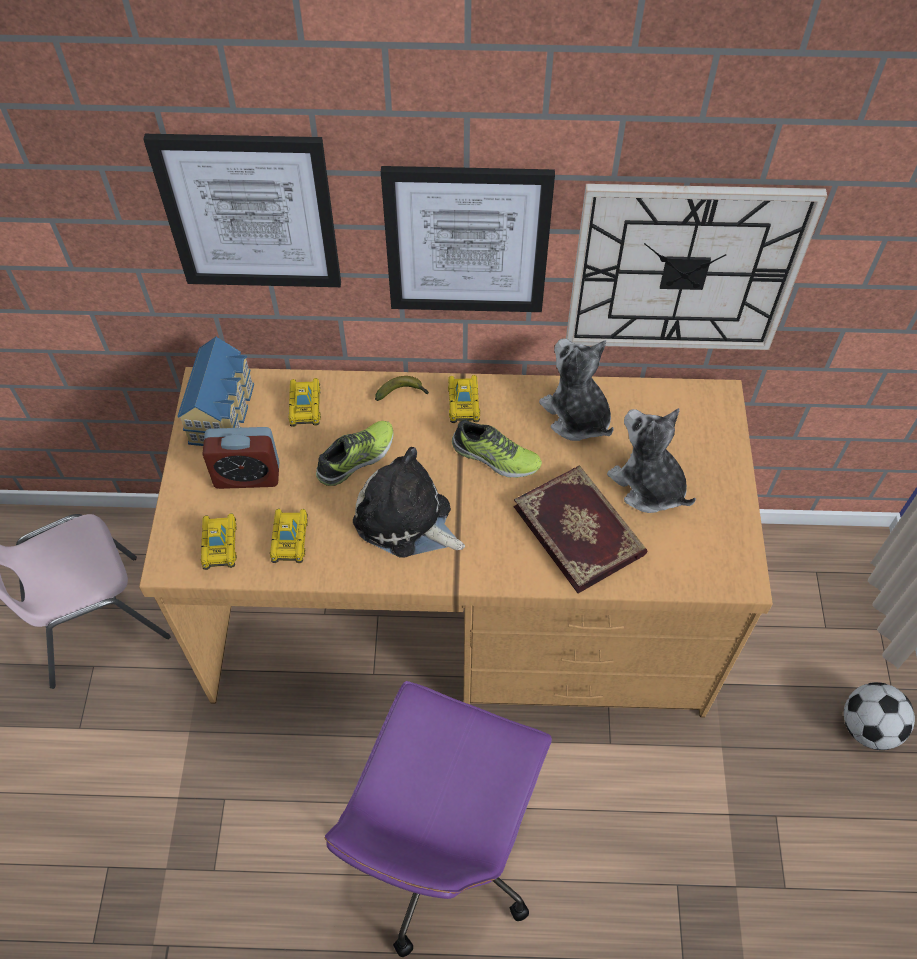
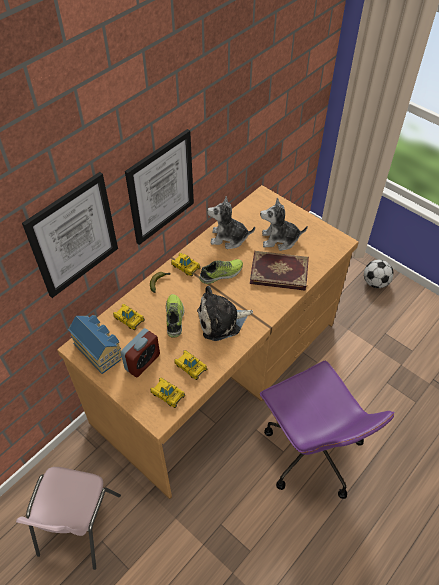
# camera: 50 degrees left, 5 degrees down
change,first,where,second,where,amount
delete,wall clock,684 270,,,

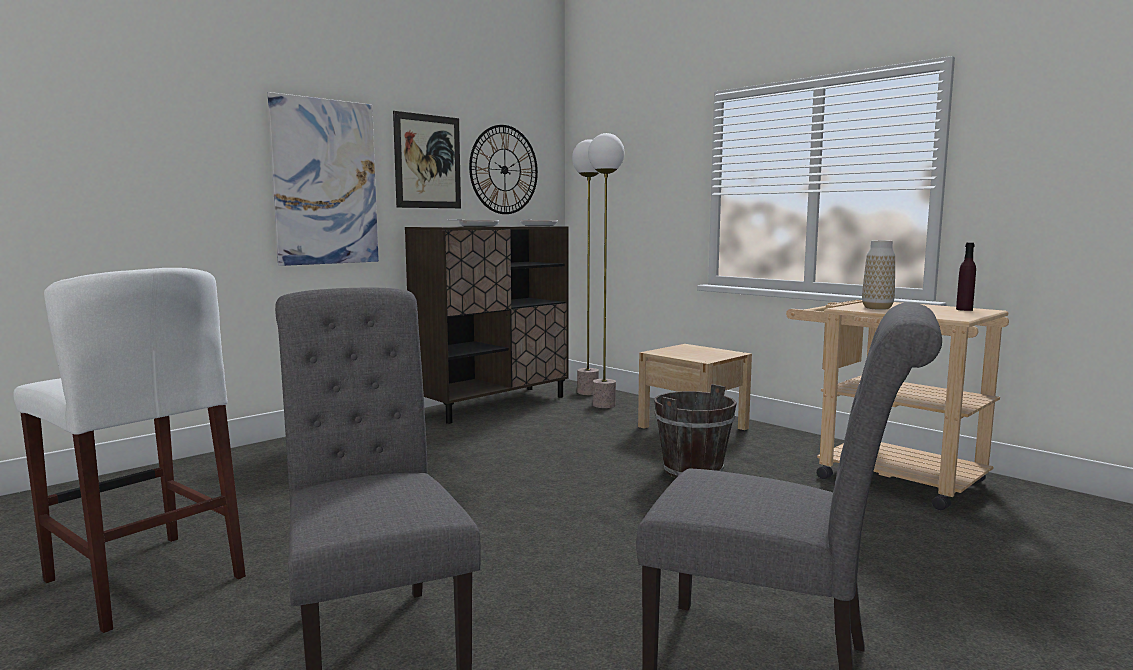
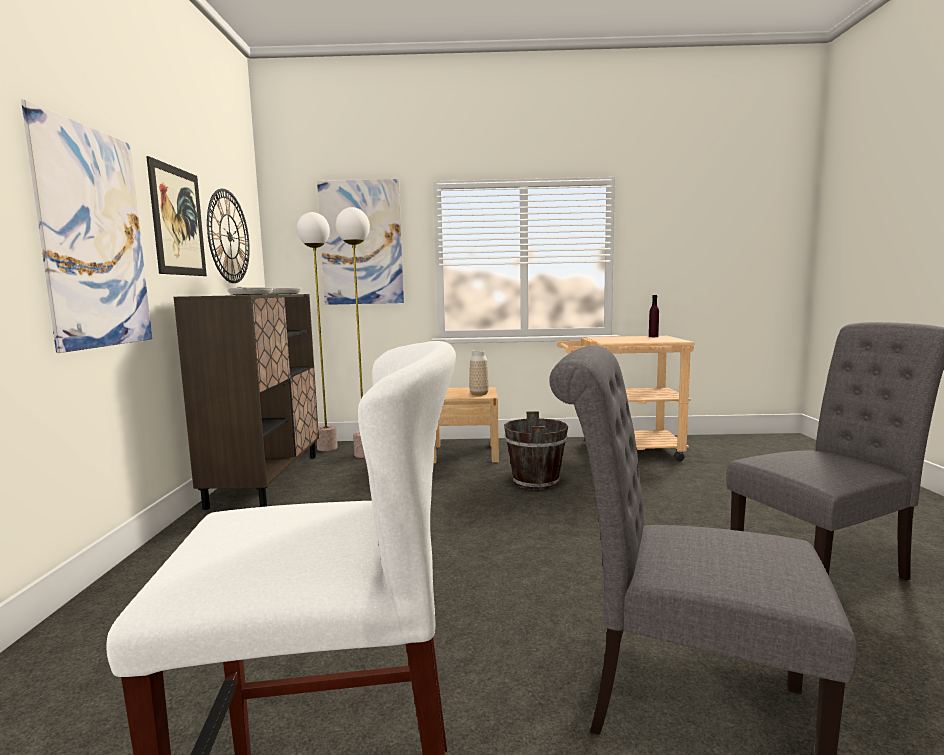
# camera: 45 degrees left, 0 degrees up
change,first,where,second,where,amount
move,vase,877 308,,479 394,
insert,,,picture,361 243,

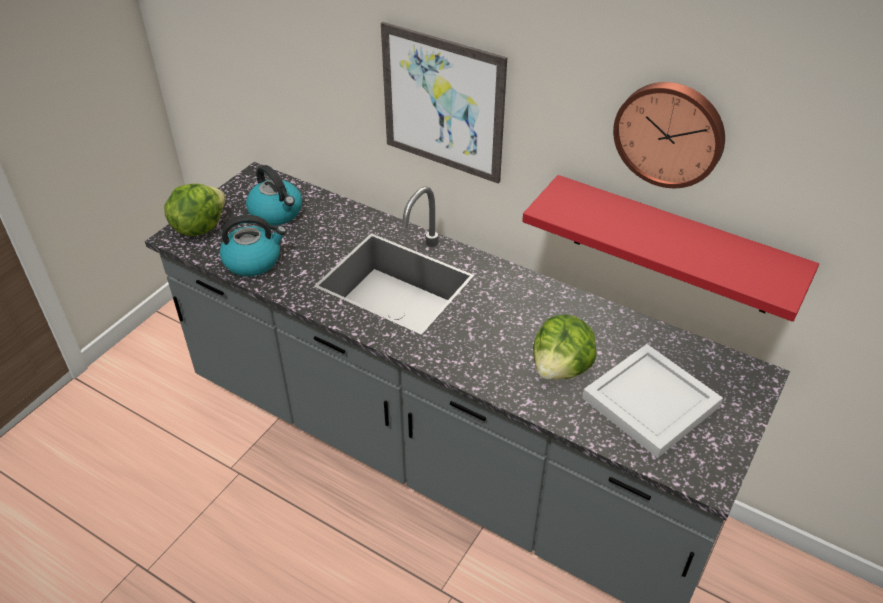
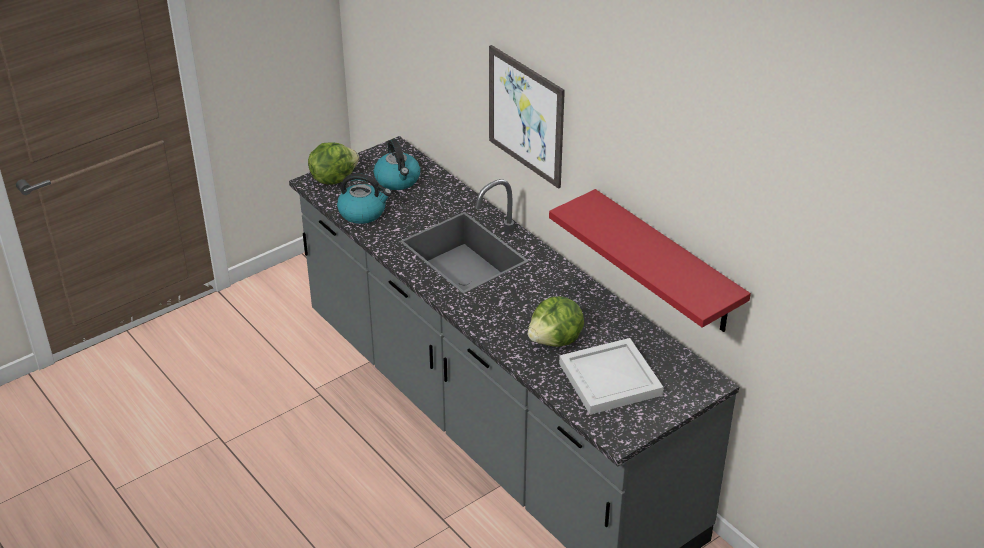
# camera: 20 degrees right, 5 degrees down
change,first,where,second,where,amount
delete,wall clock,670 133,,,

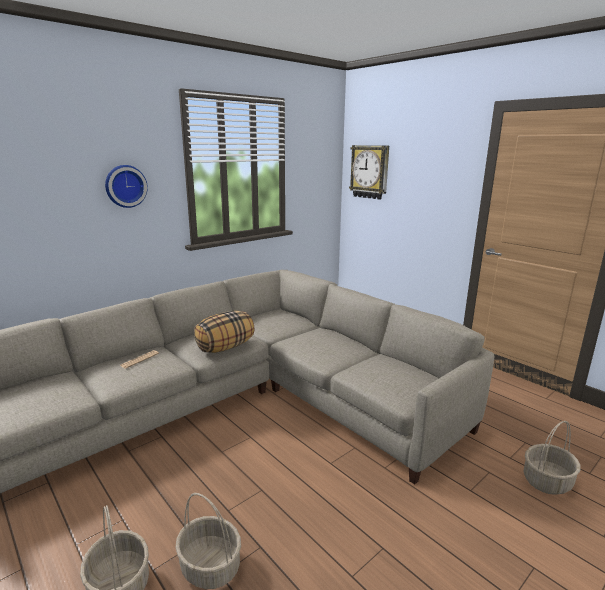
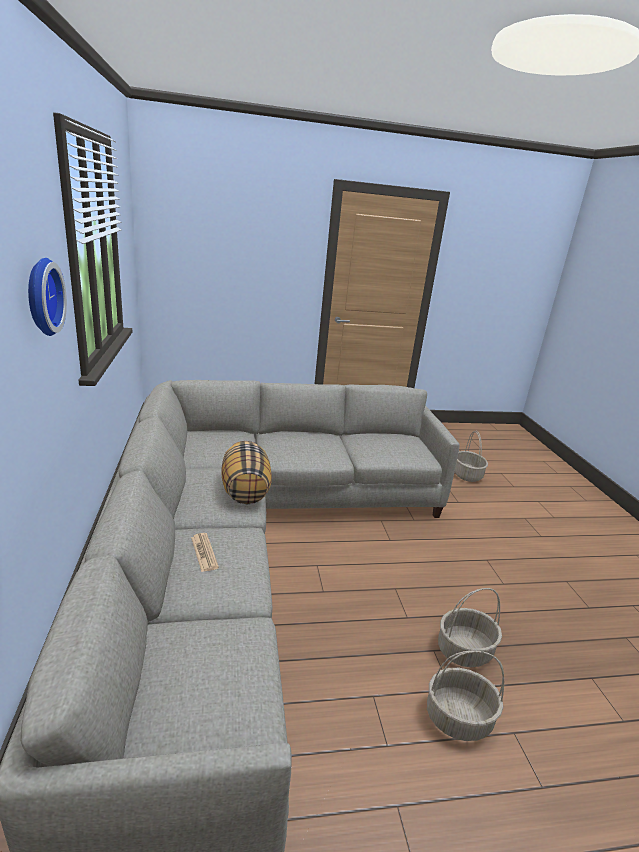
# camera: 60 degrees left, 5 degrees up
change,first,where,second,where,amount
delete,wall clock,370 172,,,

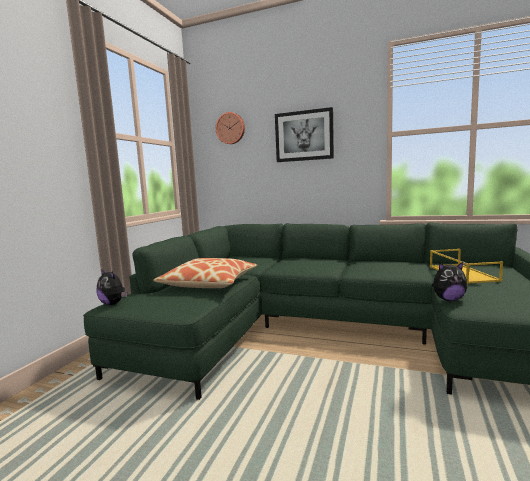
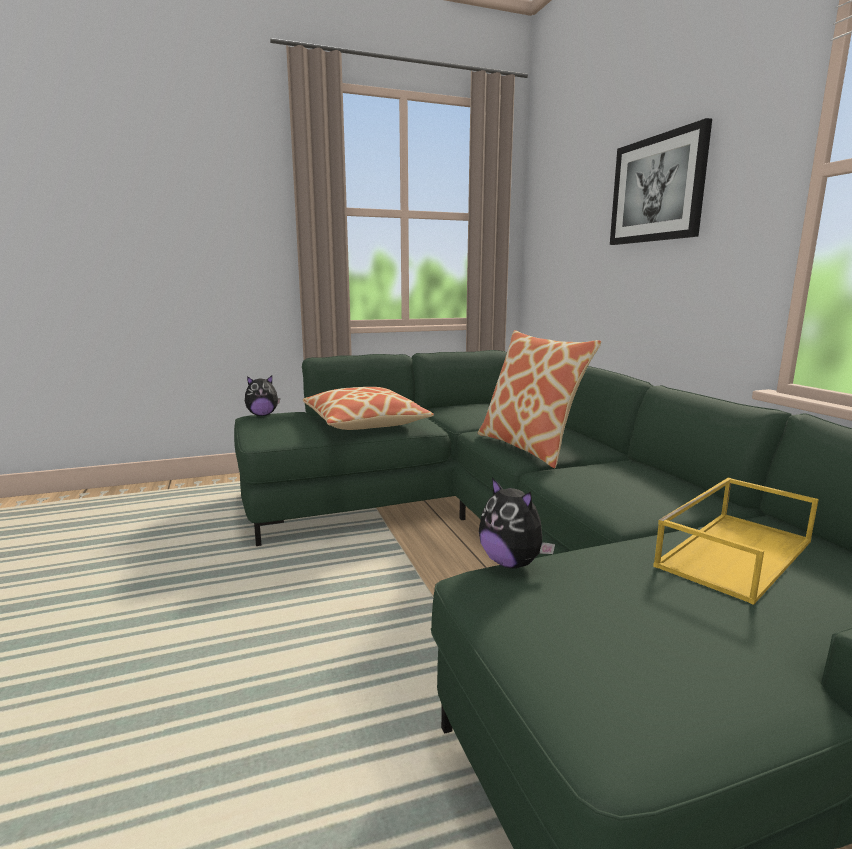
# camera: 50 degrees right, 5 degrees up
change,first,where,second,where,amount
rotate,plush toy,113 304,,262 415,105 degrees counterclockwise
delete,wall clock,230 128,,,
insert,,,pillow,529 447,

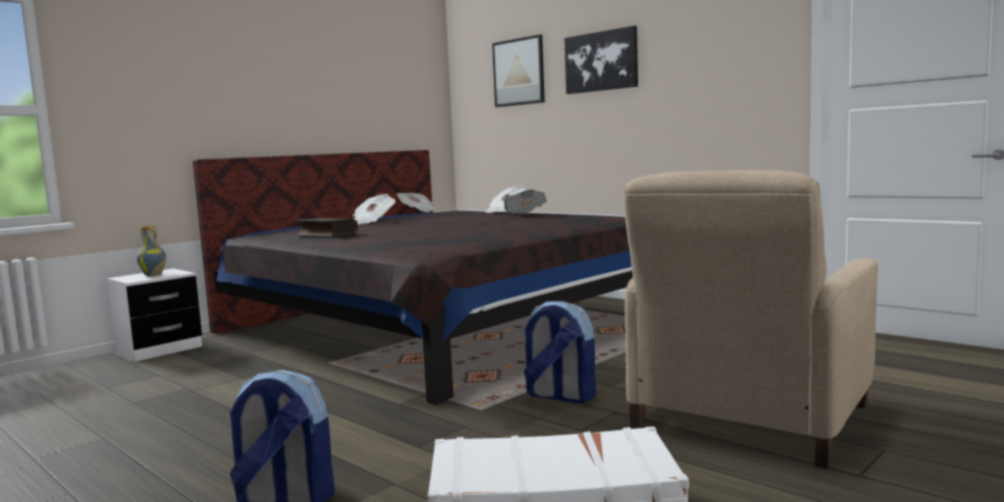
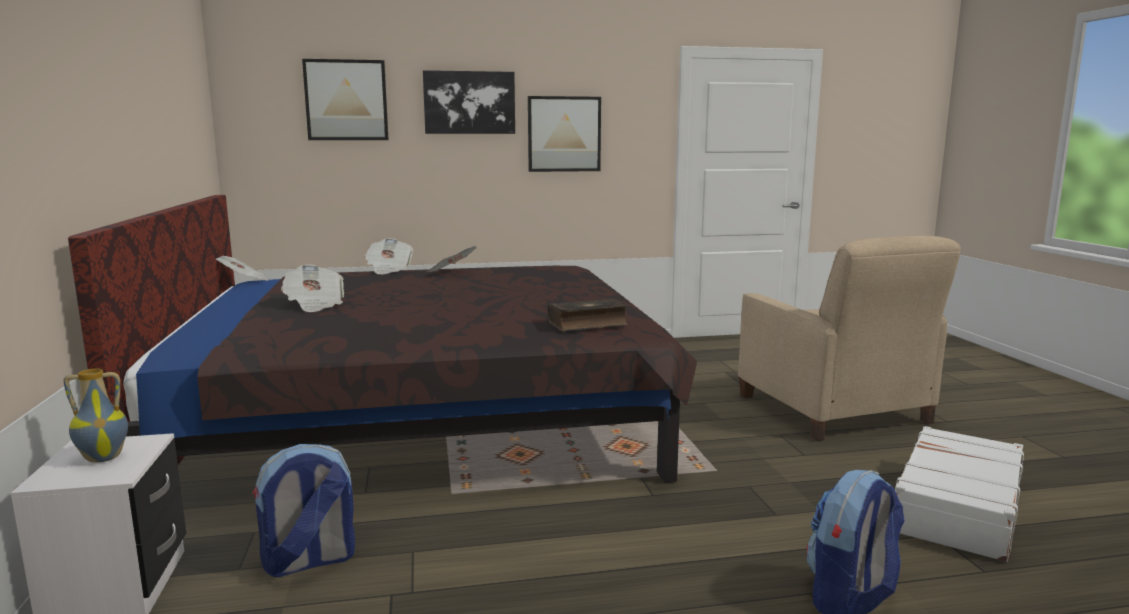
# camera: 55 degrees left, 5 degrees up
change,first,where,second,where,amount
move,book,326 235,,588 324,
move,backpack,559 396,,309 561,
insert,,,picture,564 134,

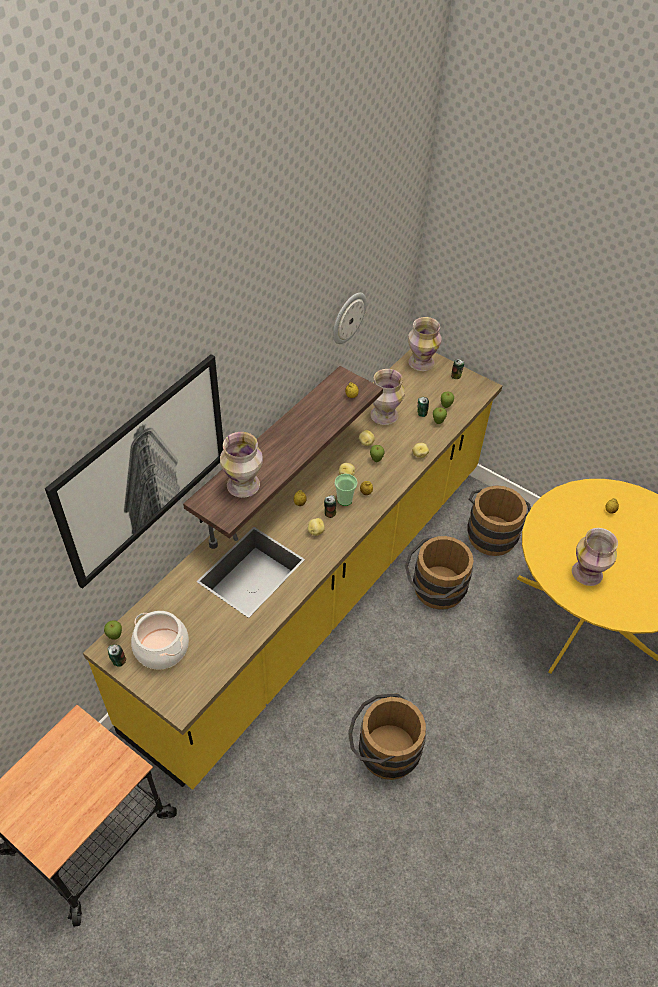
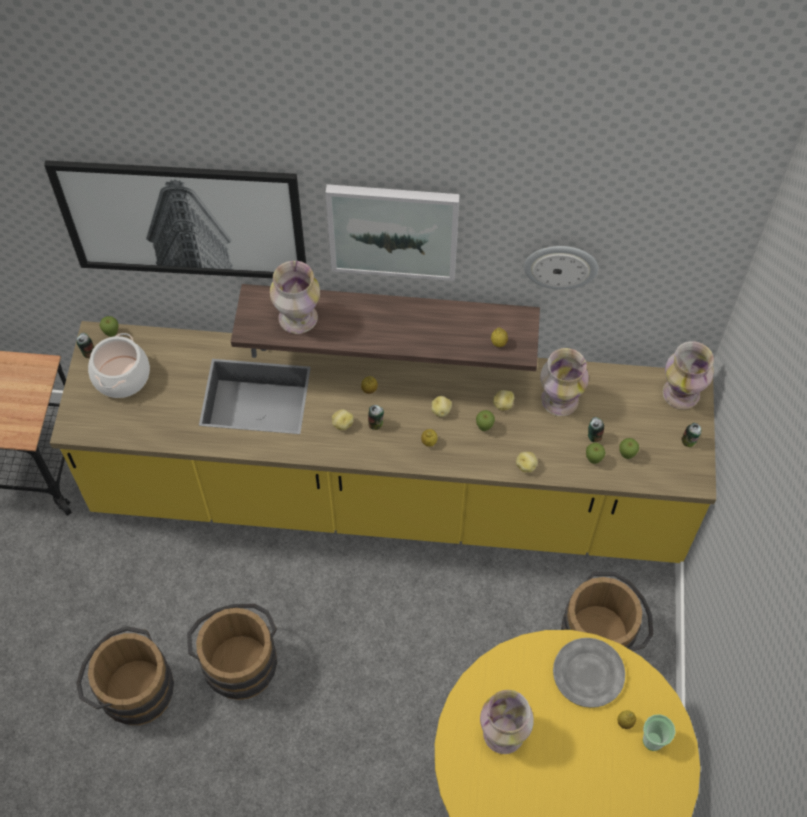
# camera: 60 degrees right, 10 degrees up
change,first,where,second,where,amount
move,cup,345 500,,653 740,
move,bucket (brown),434 591,,131 689,
insert,,,picture,393 230,
insert,,,plate (grey),587 674,

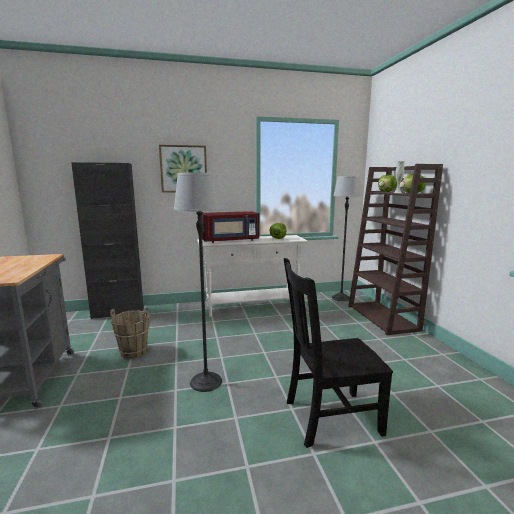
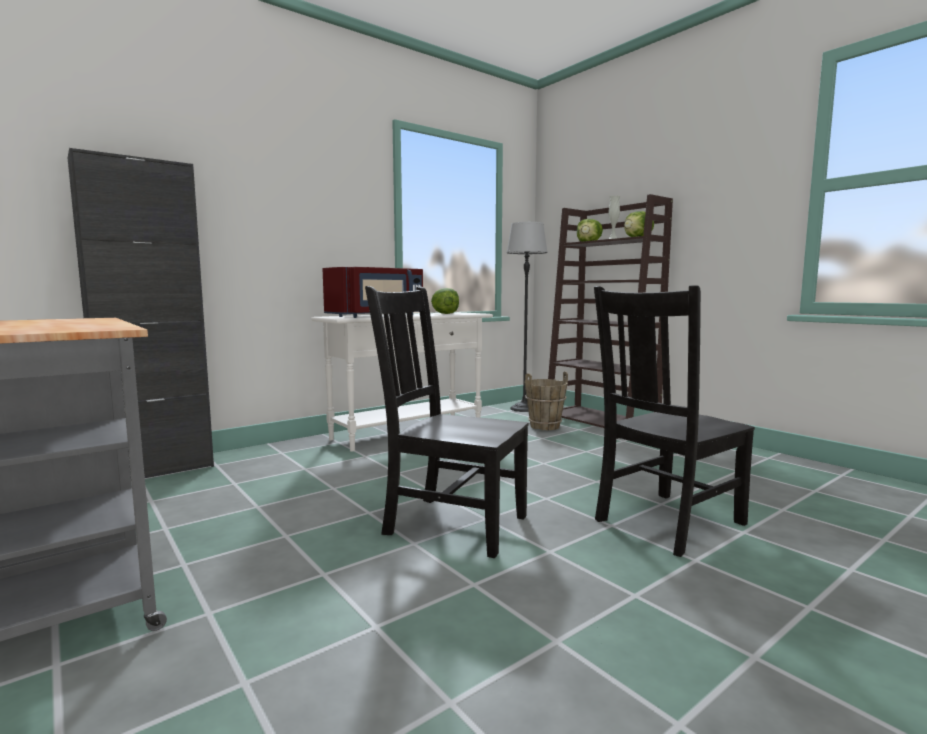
# camera: 25 degrees left, 5 degrees down
change,first,where,second,where,amount
move,bucket (brown),133 352,,544 426,
delete,picture,183 169,,,
replace,floor lamp,206 381,chair (black),451 523,

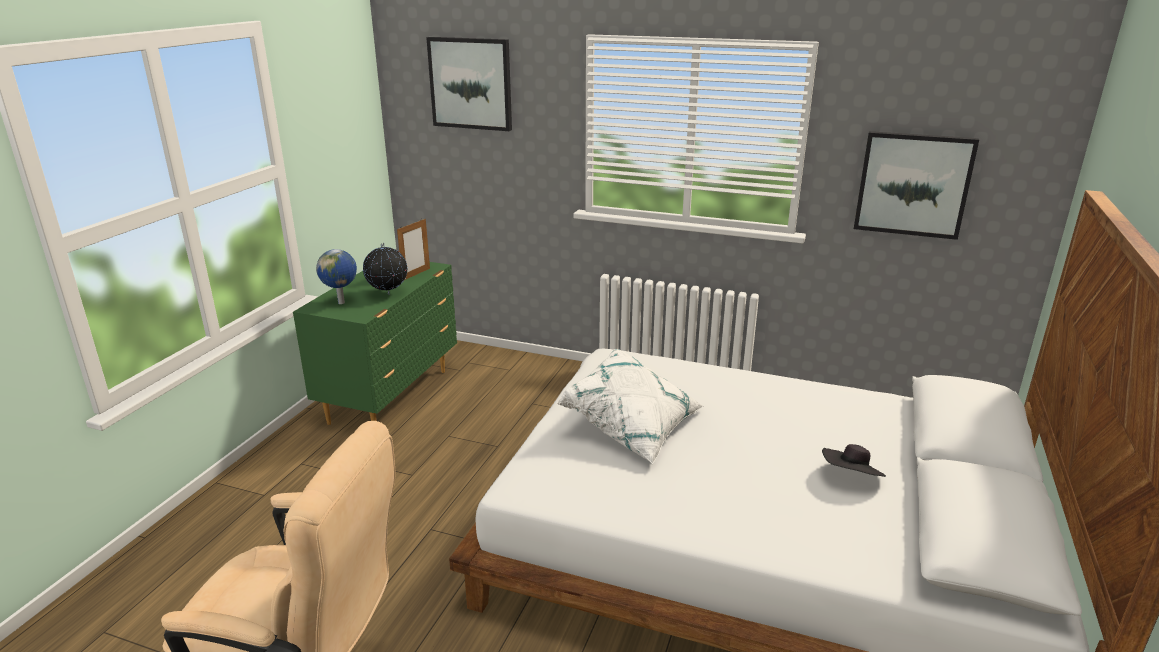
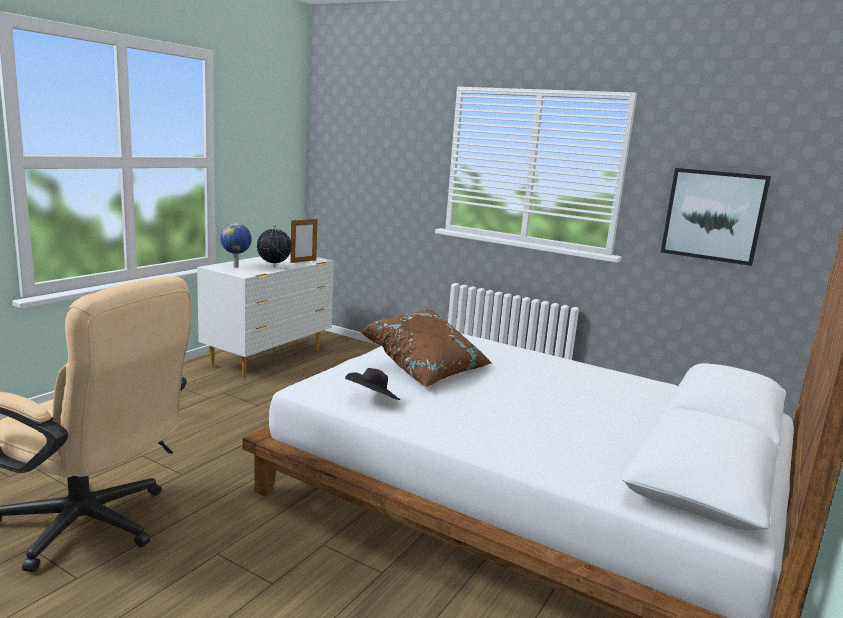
# camera: 10 degrees right, 10 degrees down
change,first,where,second,where,amount
recolor,dresser (green),391 396,dresser (white),269 358,
delete,picture,471 83,,,
recolor,pillow (white),632 426,pillow (brown),426 369,
move,hat (black),851 477,,372 400,

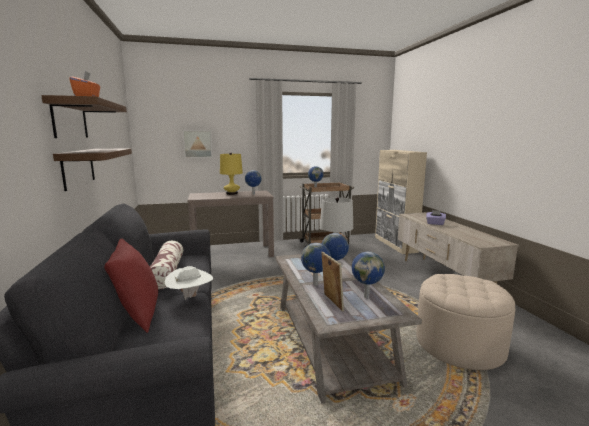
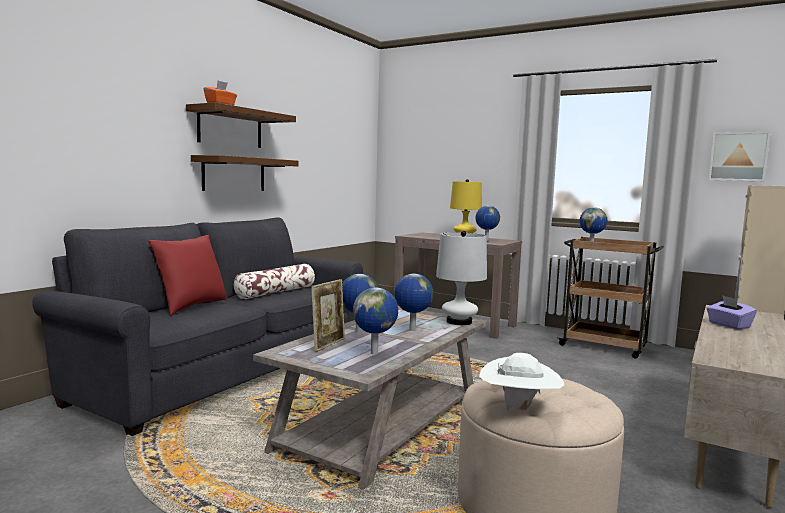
# camera: 45 degrees right, 5 degrees down
change,first,where,second,where,amount
move,hat (white),190 296,,519 409,
move,picture,198 144,,738 156,

